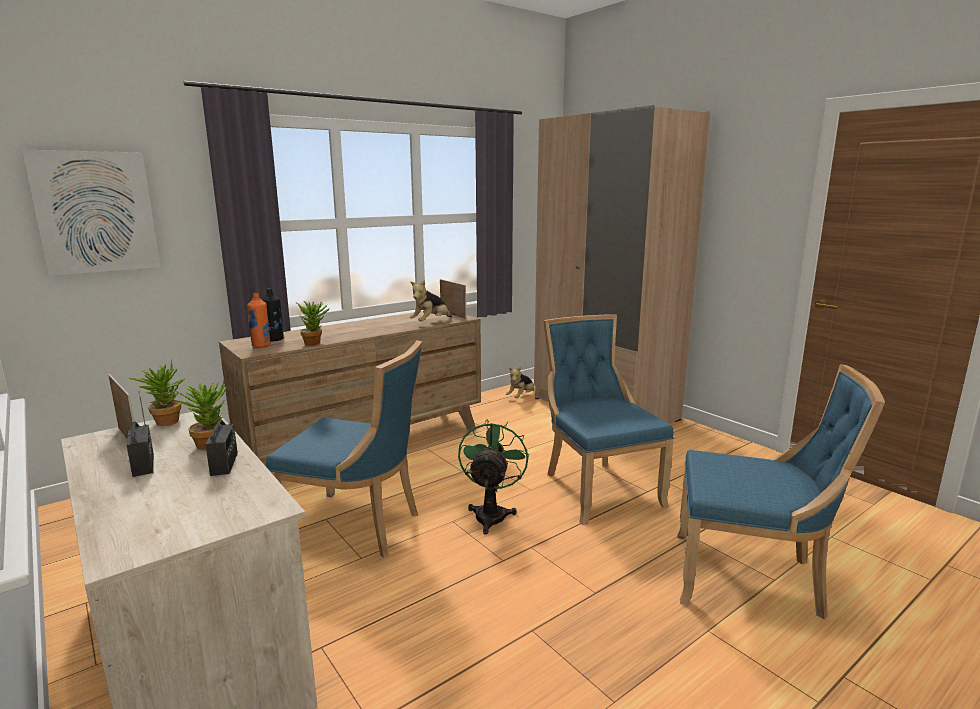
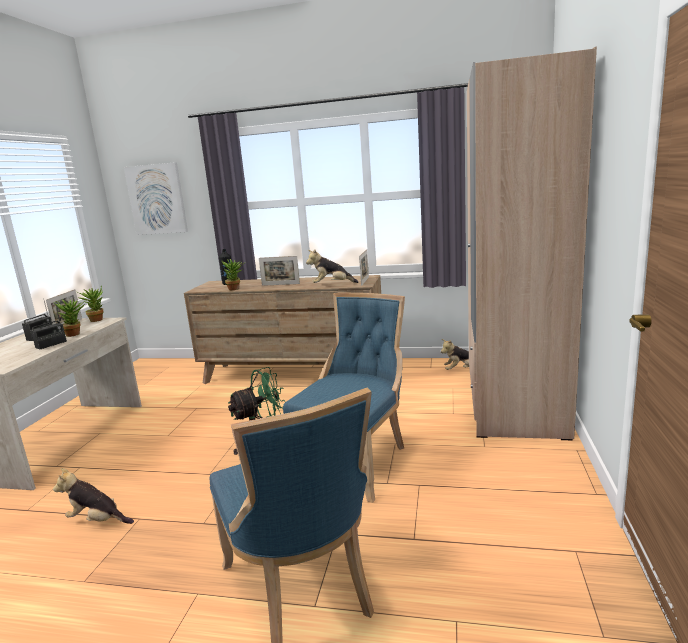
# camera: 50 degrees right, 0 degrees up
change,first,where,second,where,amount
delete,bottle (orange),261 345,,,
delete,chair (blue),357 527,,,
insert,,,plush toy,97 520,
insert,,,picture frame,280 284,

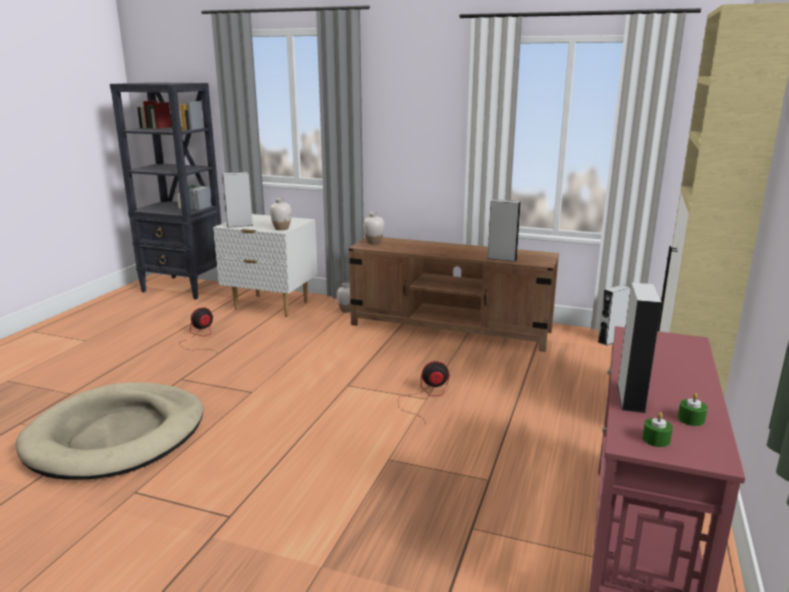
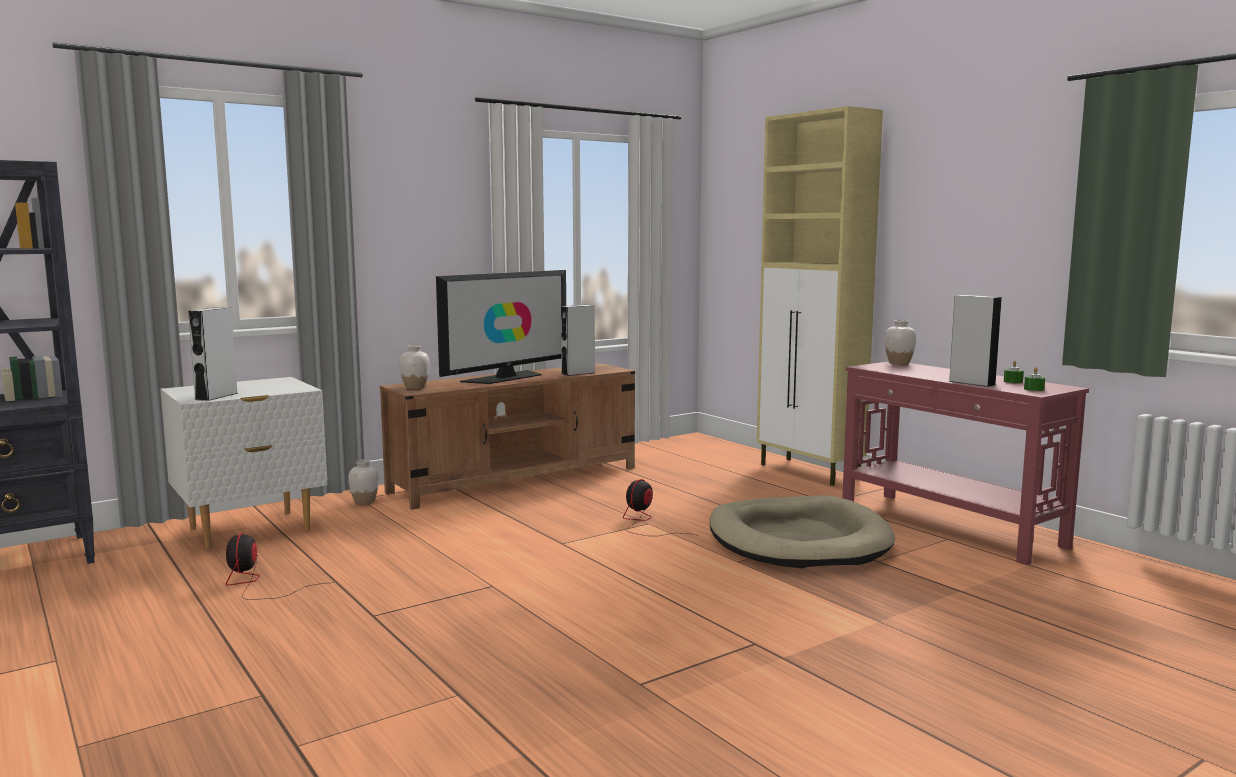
# camera: 55 degrees left, 10 degrees down
change,first,where,second,where,amount
move,dog bed (beige),117 435,,797 540,
move,vase (white),281 228,,898 363,
delete,speaker (grey),610 340,,,
insert,,,television,505 378,

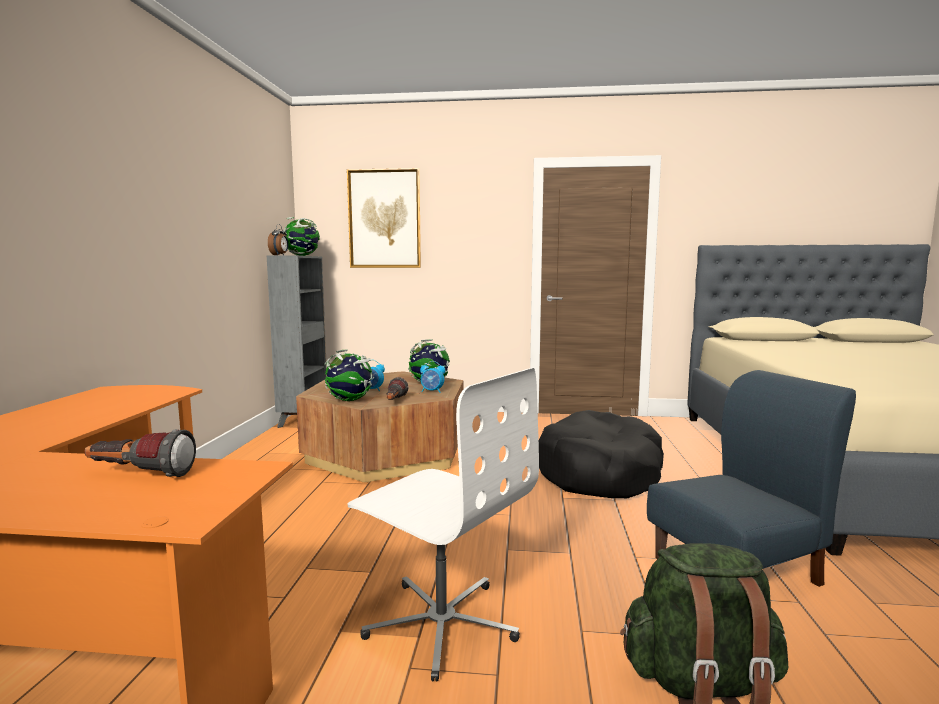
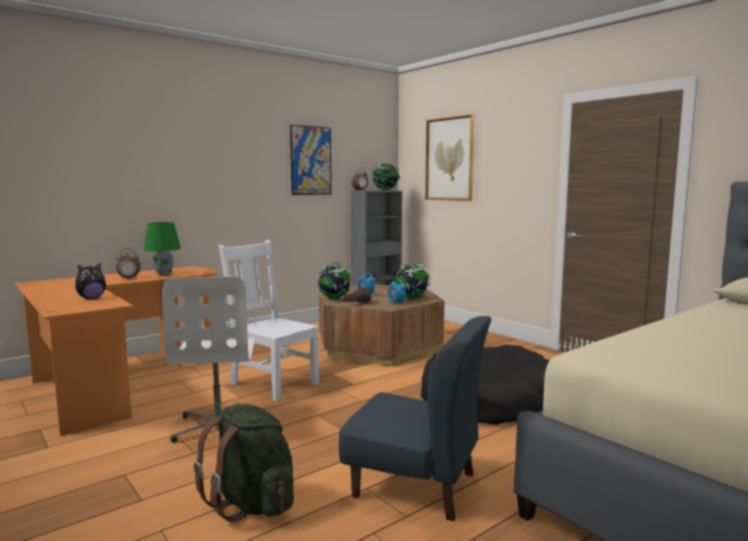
# camera: 45 degrees right, 0 degrees up
change,first,where,second,where,amount
replace,flashlight,139 475,plush toy,91 298,
insert,,,alarm clock,128 278,
insert,,,table lamp (green),164 274,
insert,,,chair (white),272 383,
insert,,,picture,311 160,

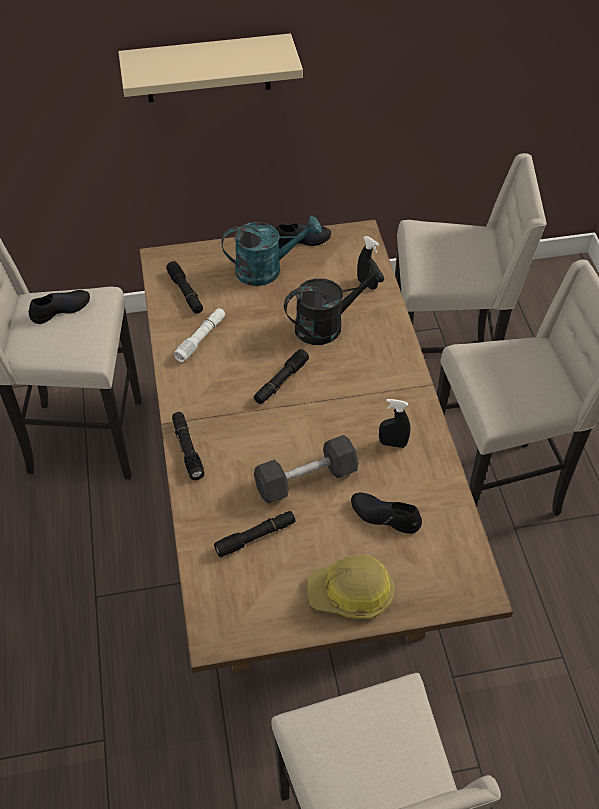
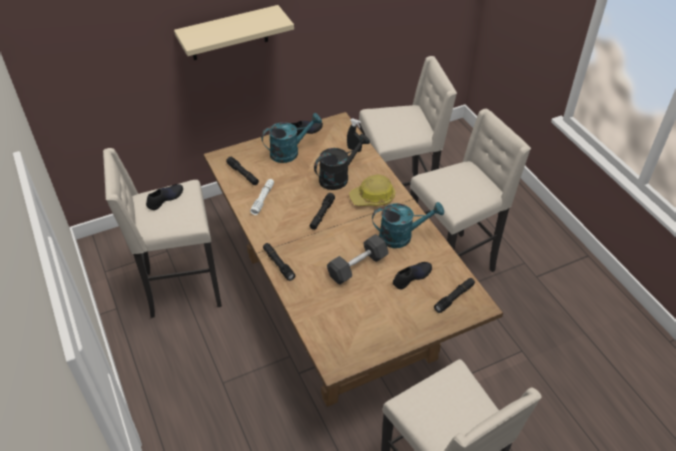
# camera: 15 degrees left, 5 degrees down
change,first,where,second,where,amount
move,flashlight (black),256 537,,454 297,
move,hard hat,351 593,,373 197,
rotate,shoe (black),385 516,,411 277,135 degrees clockwise
replace,spray bottle (black),392 443,watering can (turquoise),402 236,

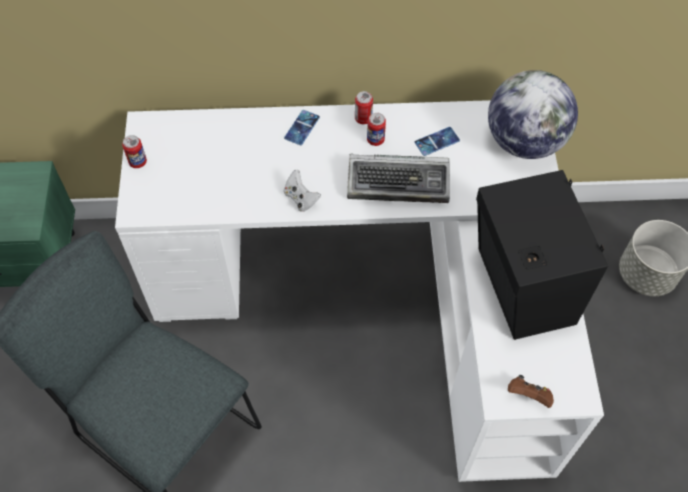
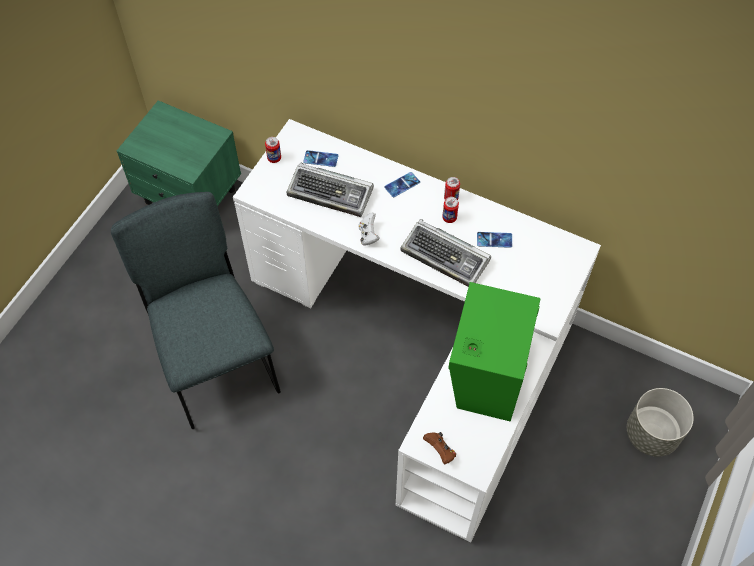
# camera: 30 degrees right, 0 degrees up
change,first,where,second,where,amount
recolor,speaker (black),521 289,speaker (green),486 376,
delete,globe,524 141,,,
insert,,,keyboard,331 193,
insert,,,phone,321 159,

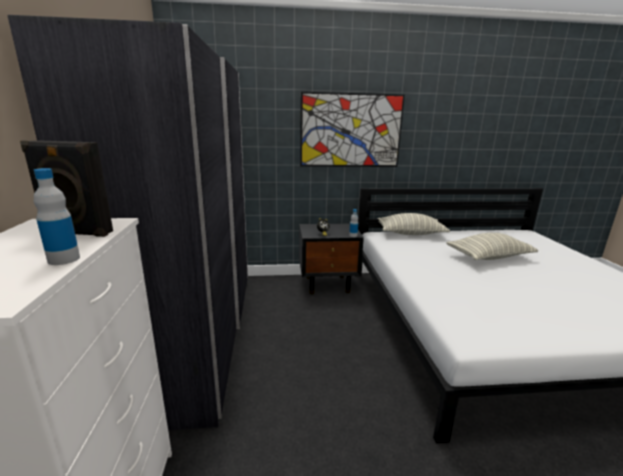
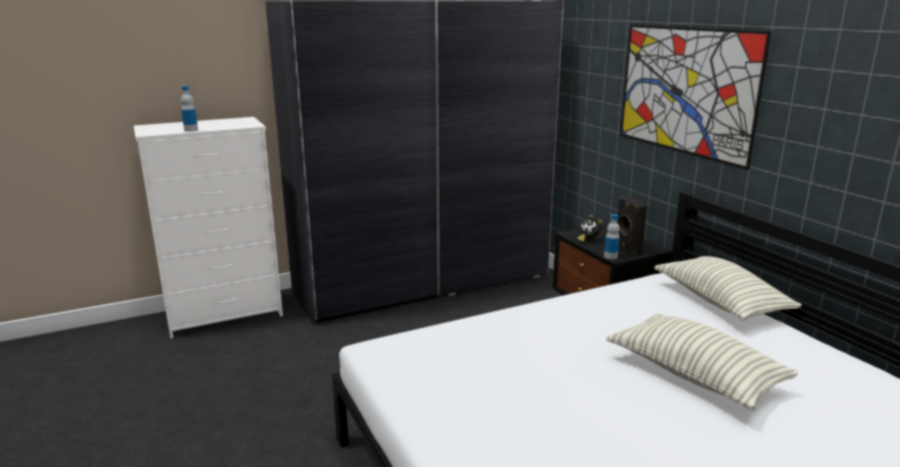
# camera: 70 degrees right, 0 degrees up
change,first,where,second,where,amount
move,speaker (black),77 233,,627 249,

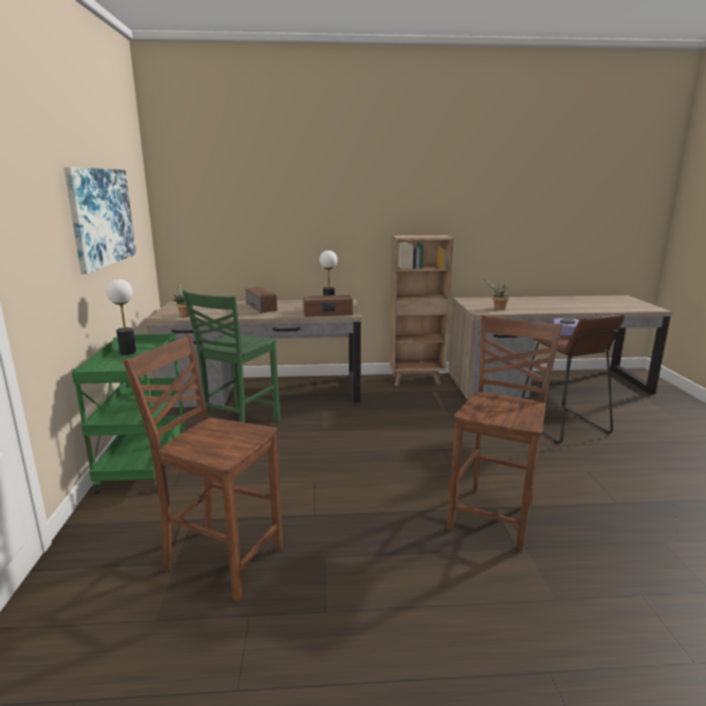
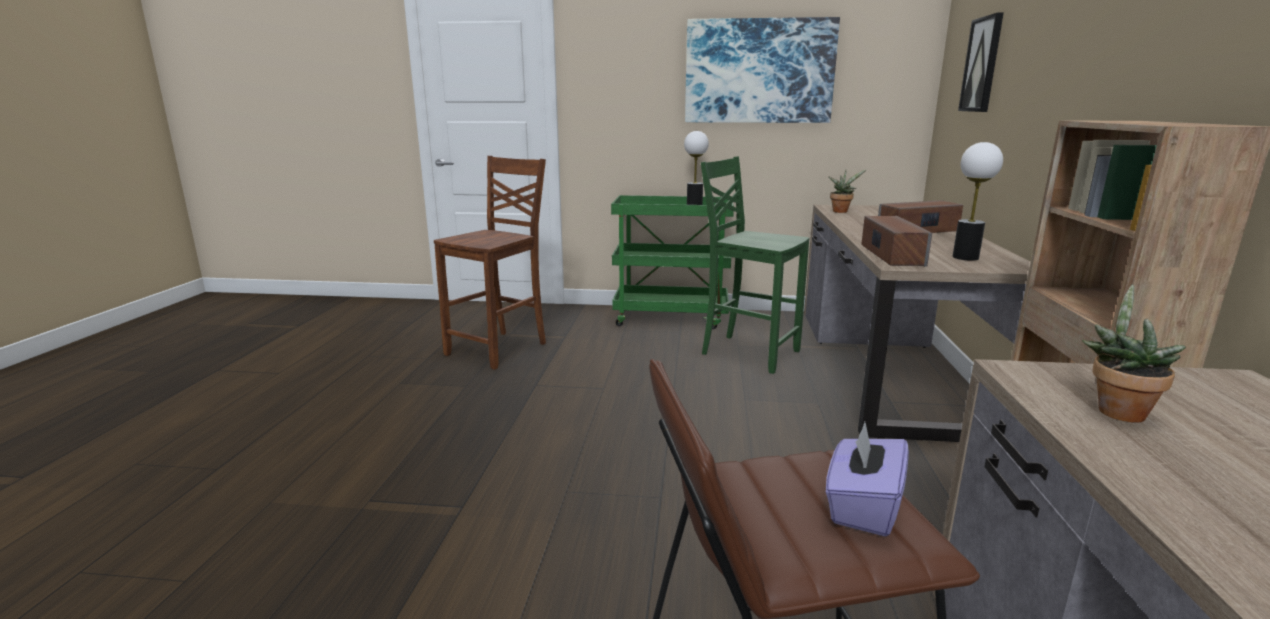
# camera: 100 degrees right, 0 degrees up
change,first,where,second,where,amount
delete,chair (brown),494 515,,,
insert,,,picture,982 64,

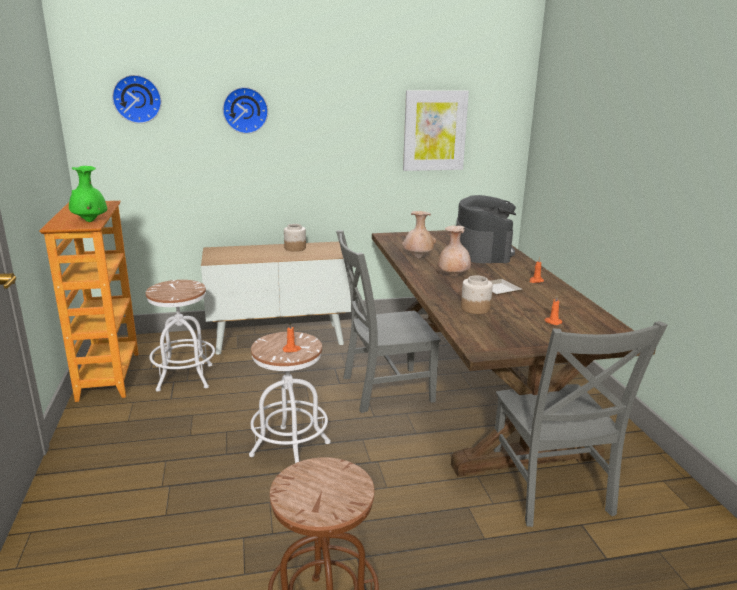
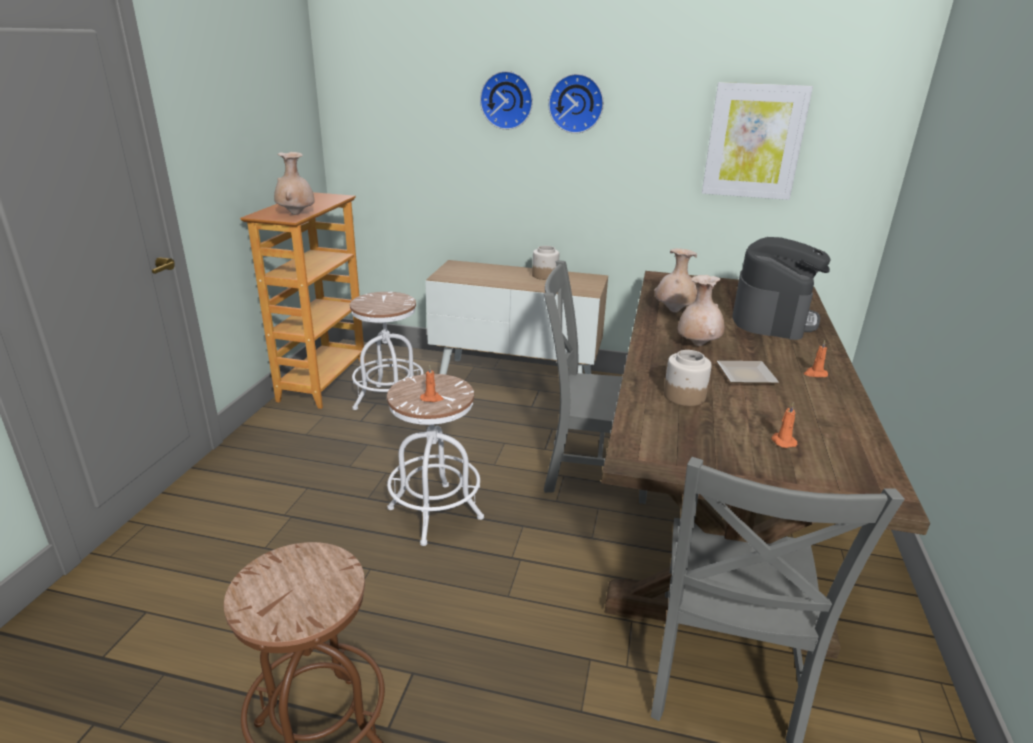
# camera: 25 degrees right, 5 degrees up
change,first,where,second,where,amount
recolor,vase (green),90 221,vase (beige),296 214,
move,wall clock,137 99,,576 103,

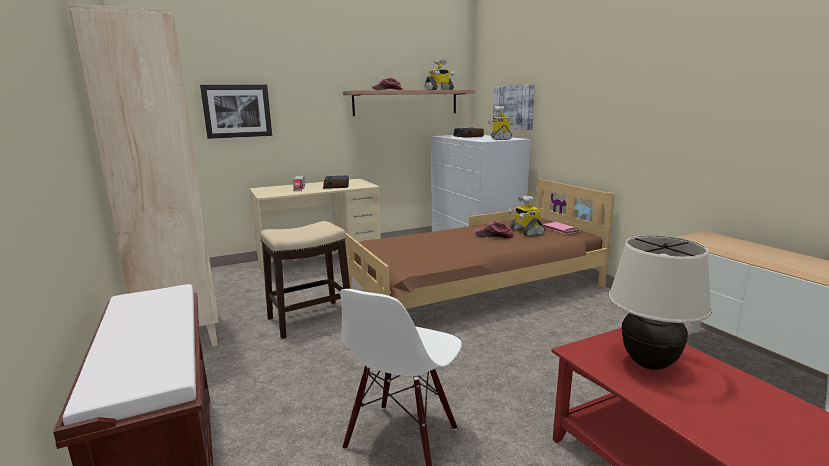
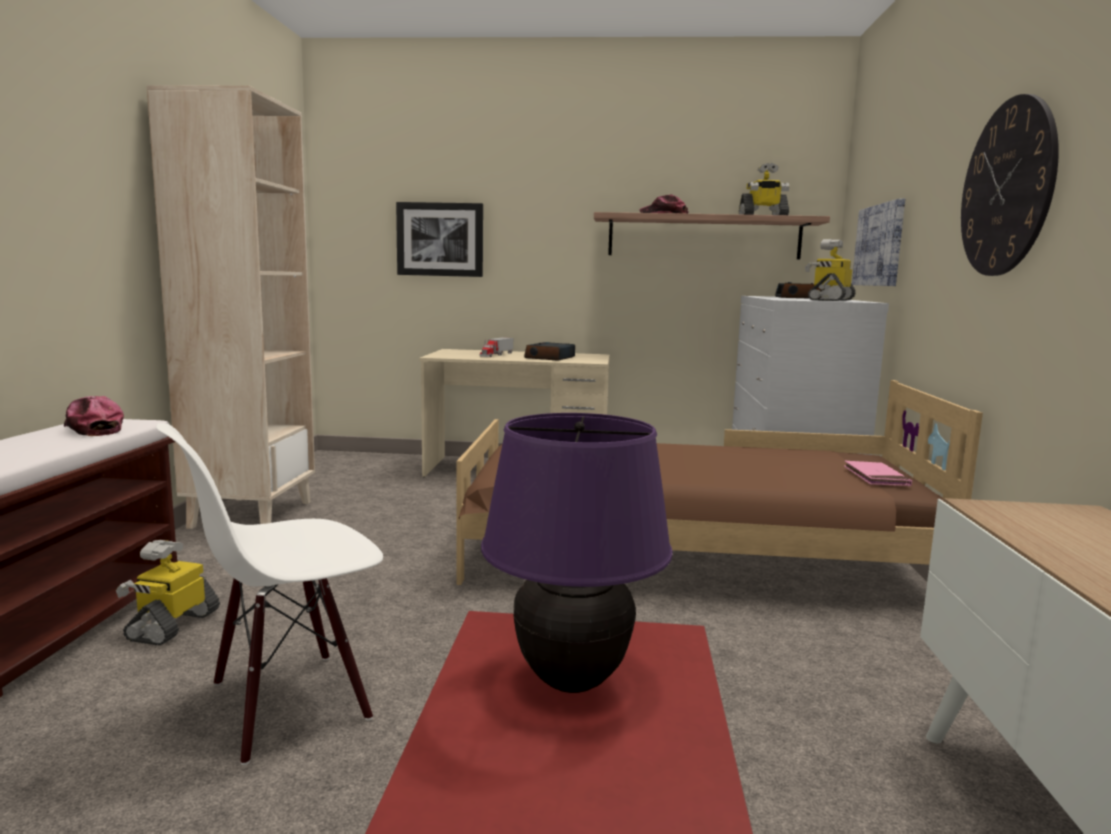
# camera: 30 degrees right, 5 degrees down
change,first,where,second,where,amount
delete,stool,309 319,,,
move,cap,494 236,,92 428,
move,toy robot,526 231,,172 625,
recolor,table lamp (beige),649 364,table lamp (purple),571 681,
insert,,,wall clock,1007 188,

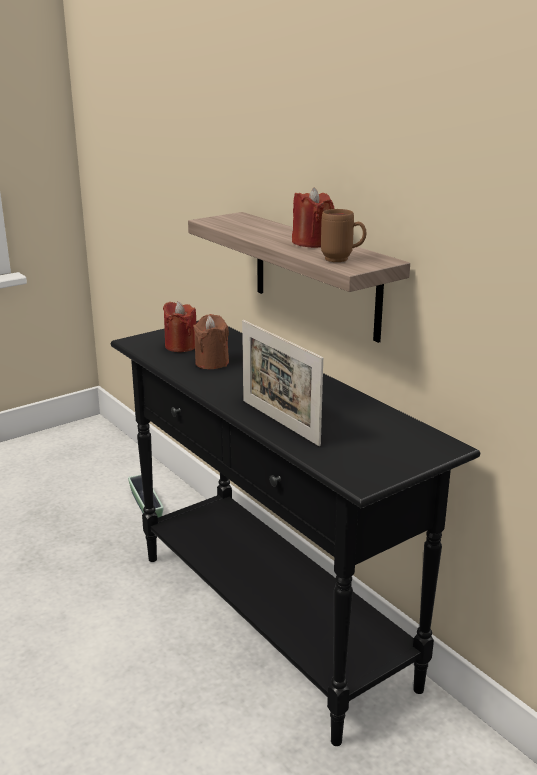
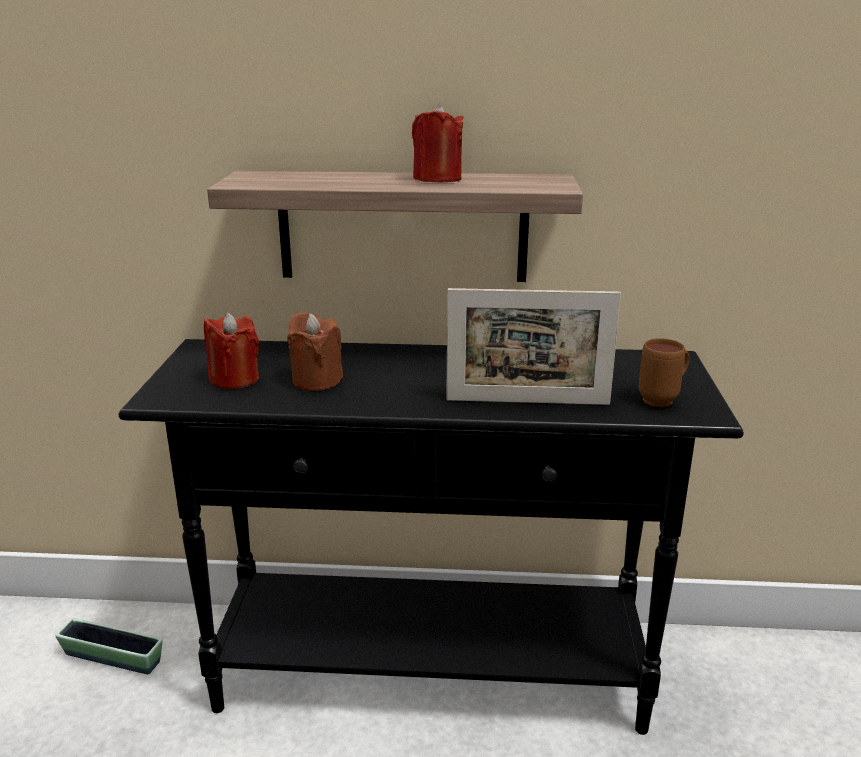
# camera: 50 degrees left, 0 degrees up
change,first,where,second,where,amount
move,mug (brown),342 260,,663 399,

